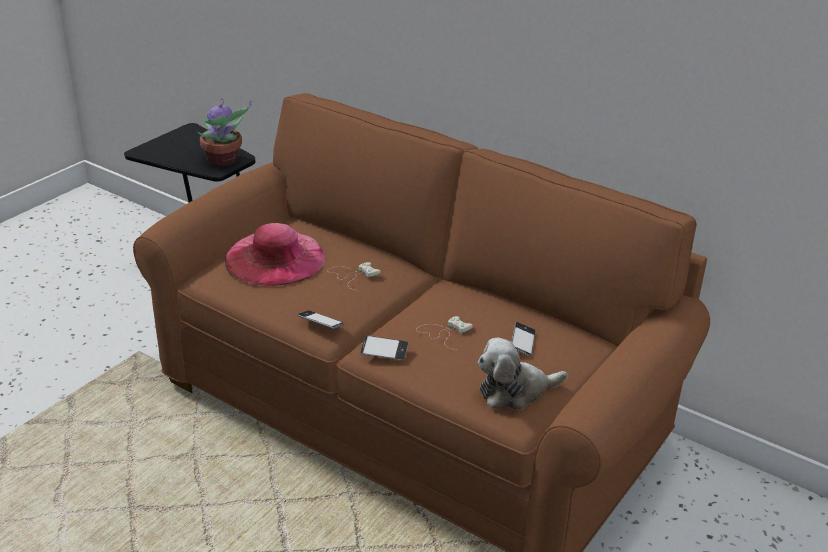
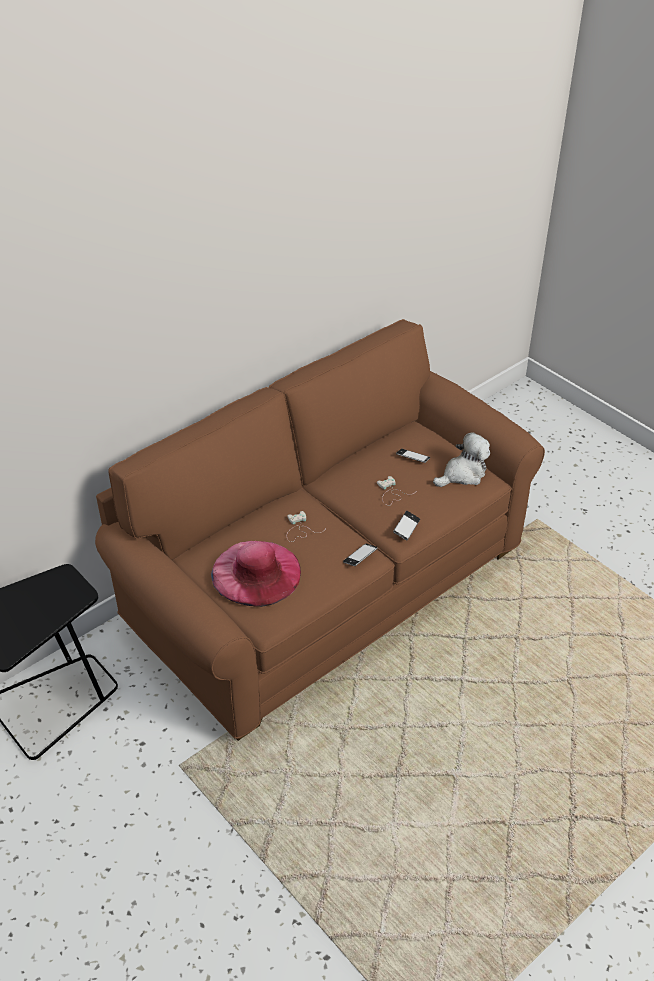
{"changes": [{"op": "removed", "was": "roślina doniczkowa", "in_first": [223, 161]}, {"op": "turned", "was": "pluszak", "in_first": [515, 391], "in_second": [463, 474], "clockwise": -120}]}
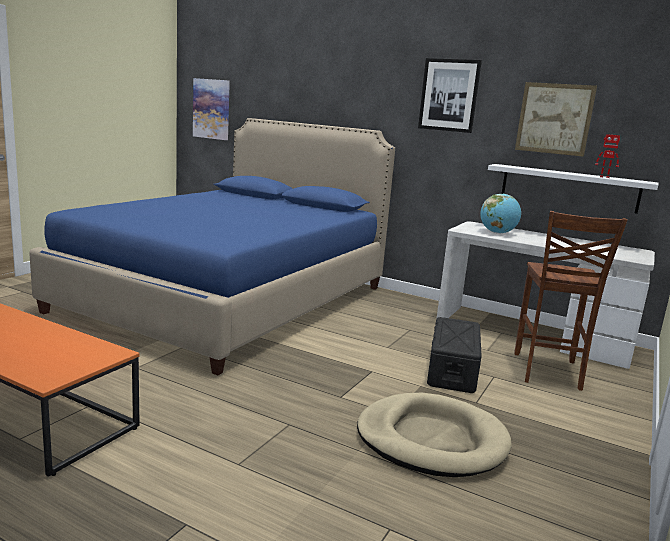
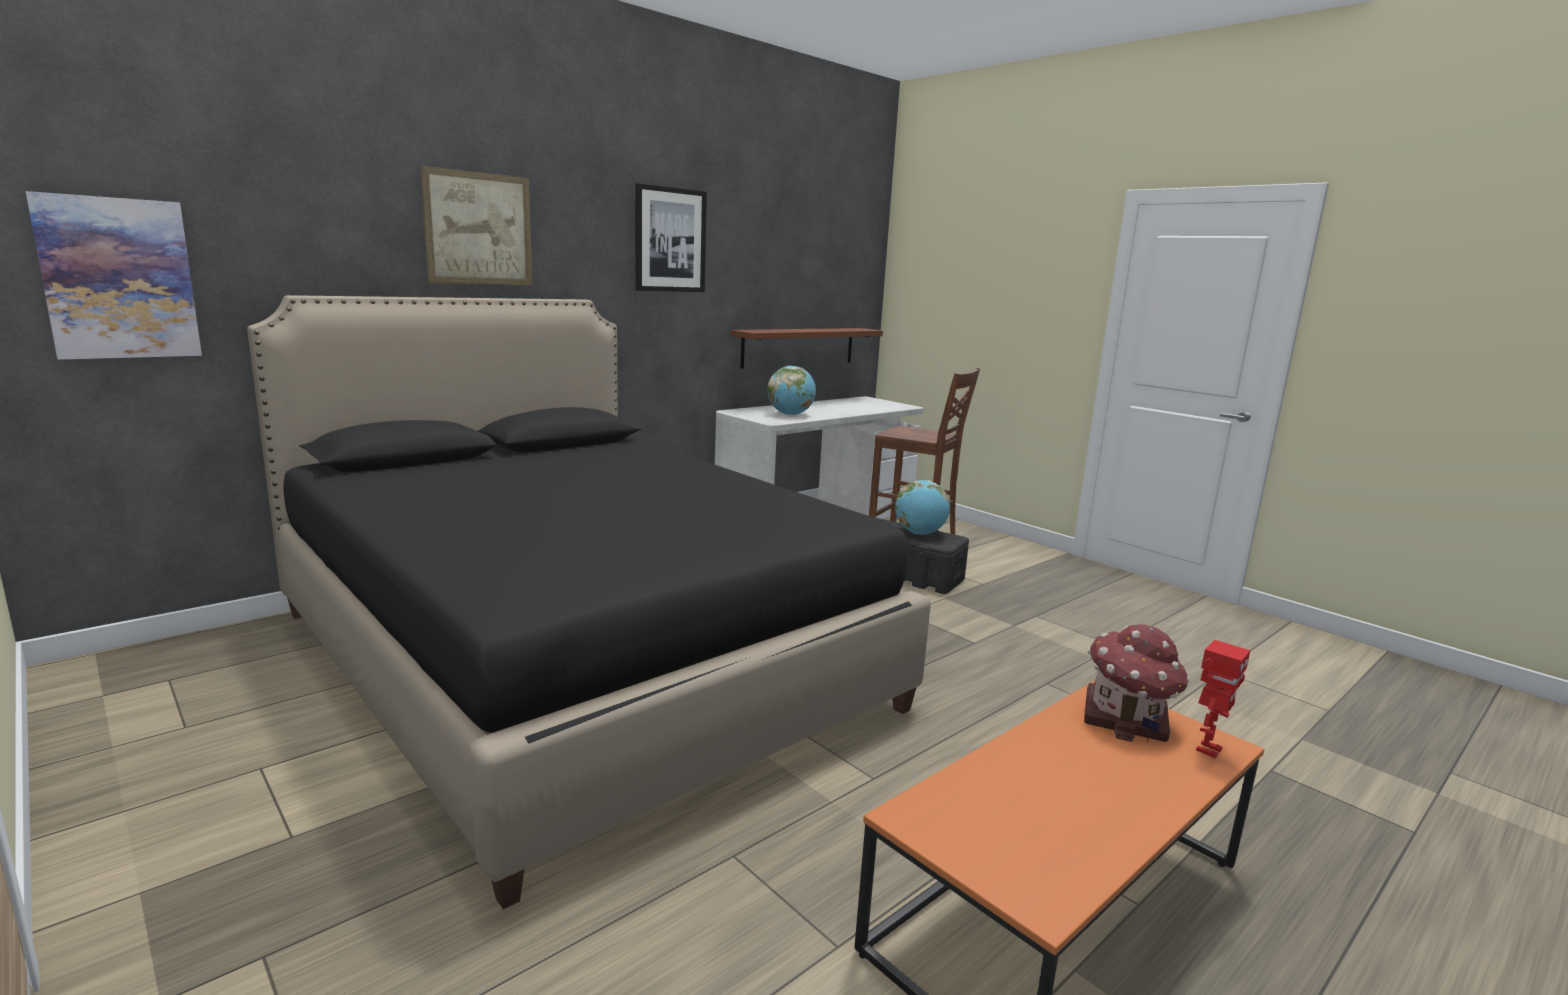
{"changes": [{"op": "recoloured", "was": "łóżko (niebieski)", "now": "łóżko (czarny)", "in_first": [229, 299], "in_second": [575, 659]}, {"op": "removed", "was": "legowisko (beżowy)", "in_first": [431, 440]}, {"op": "recoloured", "was": "półka (biały)", "now": "półka (brązowy)", "in_first": [569, 188], "in_second": [799, 347]}, {"op": "moved", "was": "obraz", "in_first": [554, 119], "in_second": [478, 229]}, {"op": "moved", "was": "robot zabawkowy", "in_first": [604, 177], "in_second": [1207, 749]}, {"op": "added", "now": "globus", "in_second": [920, 533]}, {"op": "added", "now": "domek", "in_second": [1127, 718]}]}
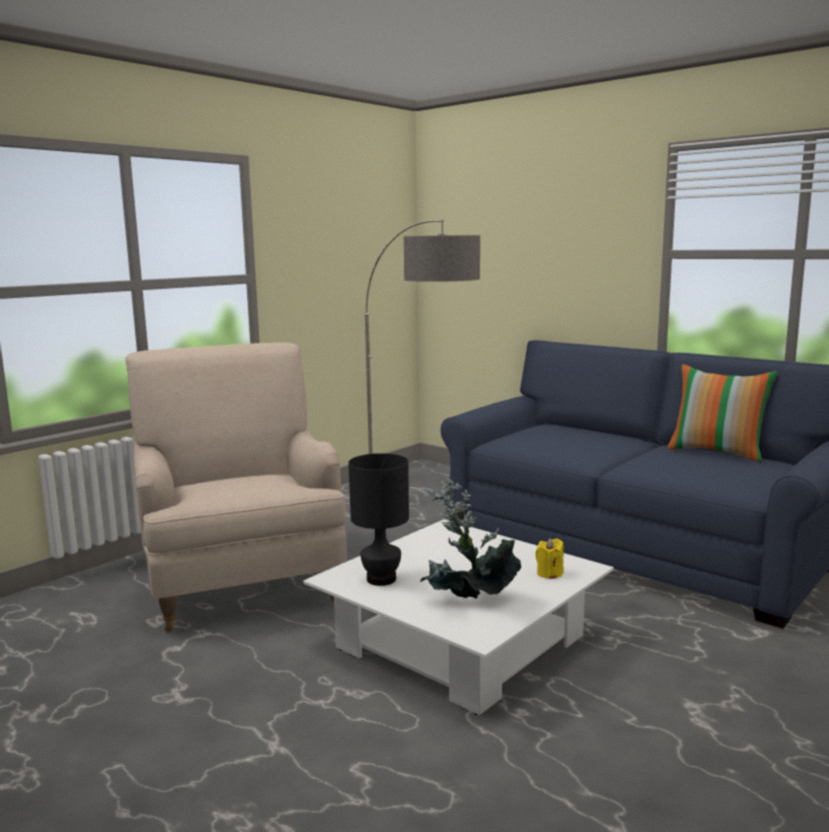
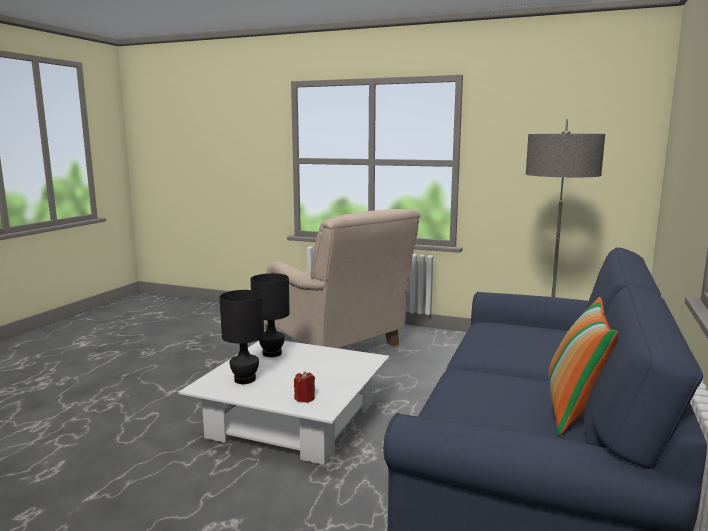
{"changes": [{"op": "turned", "was": "fotel (beżowy)", "in_first": [241, 582], "in_second": [337, 347], "clockwise": 90}, {"op": "replaced", "was": "roślina doniczkowa", "now": "lampa stołowa (czarny)", "in_first": [468, 603], "in_second": [245, 379]}, {"op": "recoloured", "was": "świeca (żółty)", "now": "świeca (czerwony)", "in_first": [549, 573], "in_second": [304, 398]}]}
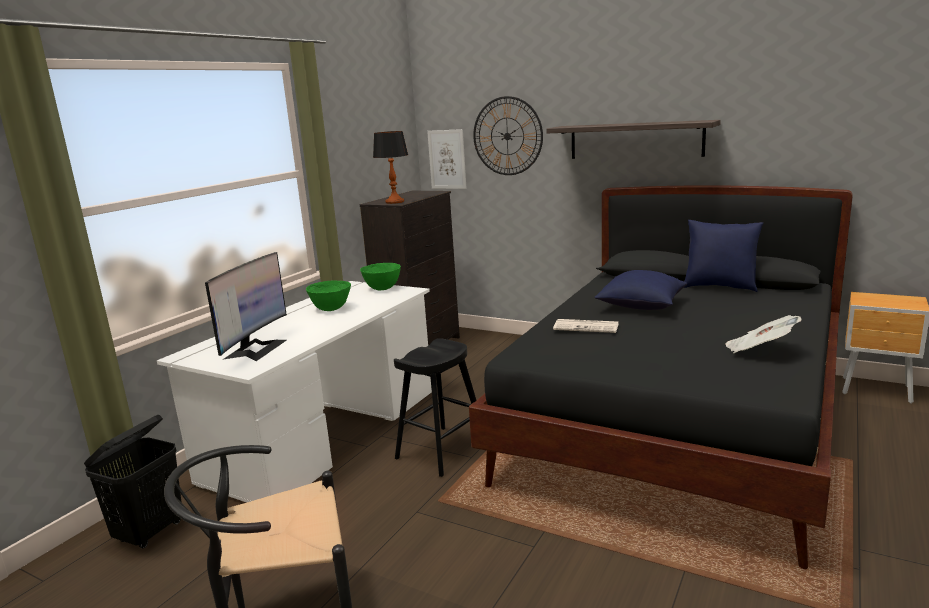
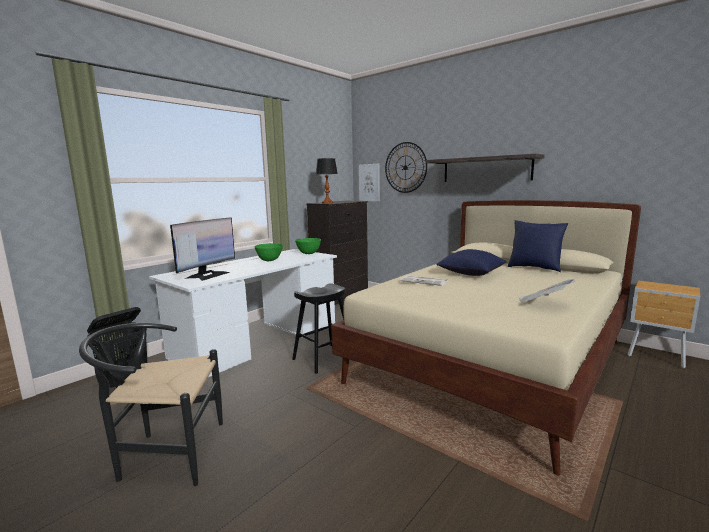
{"changes": [{"op": "recoloured", "was": "łóżko (czarny)", "now": "łóżko (beżowy)", "in_first": [677, 425], "in_second": [492, 361]}]}
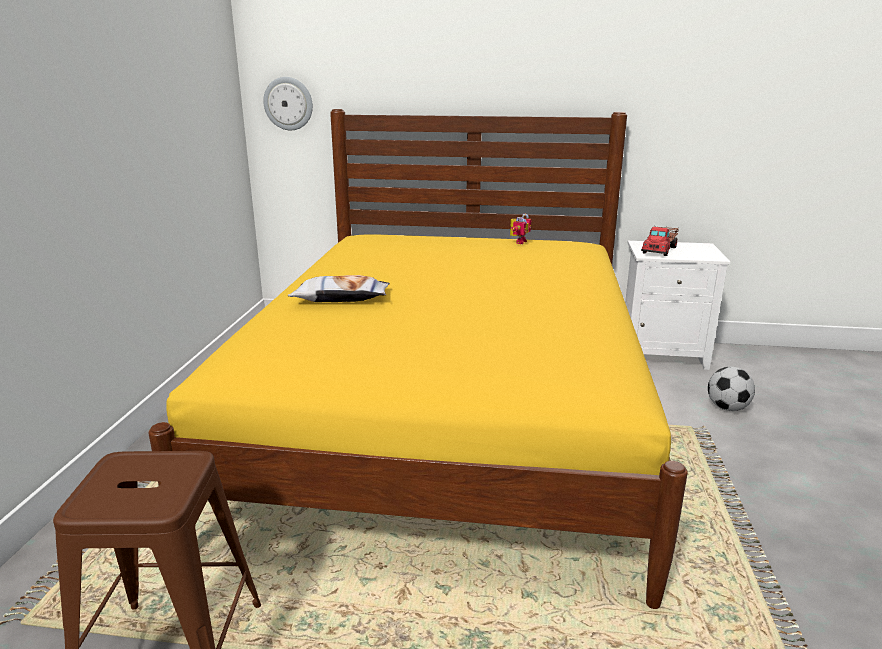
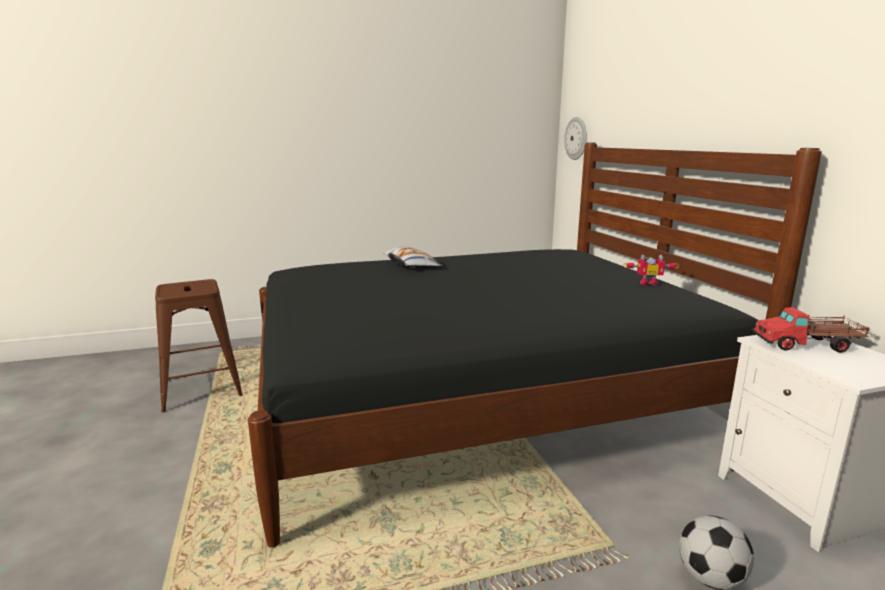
{"changes": [{"op": "recoloured", "was": "łóżko (żółty)", "now": "łóżko (czarny)", "in_first": [448, 419], "in_second": [478, 401]}]}
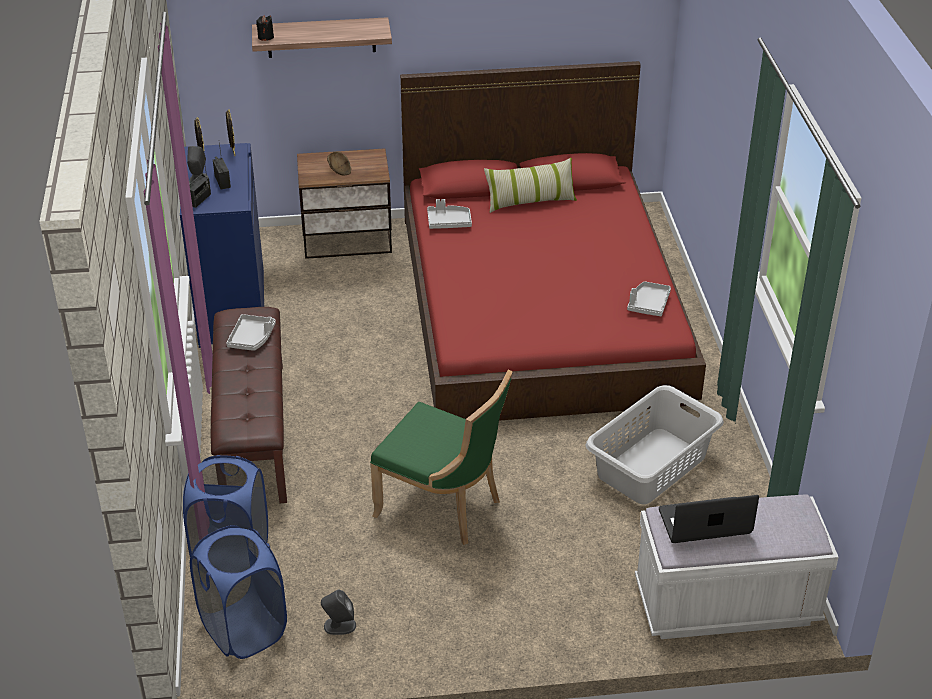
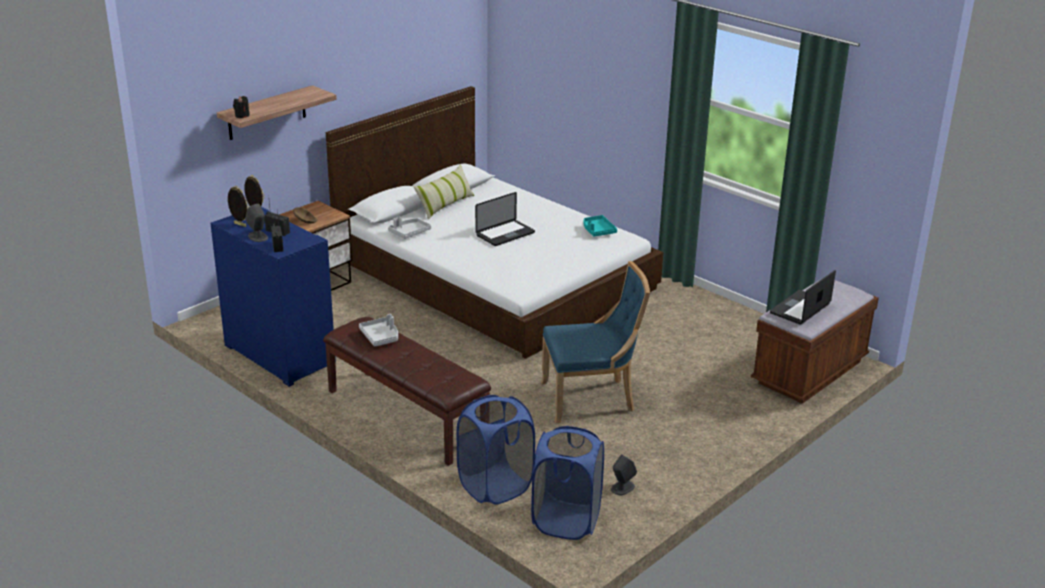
{"changes": [{"op": "recoloured", "was": "krzesło (zielony)", "now": "krzesło (niebieski)", "in_first": [443, 507], "in_second": [591, 399]}, {"op": "recoloured", "was": "łóżko (czerwony)", "now": "łóżko (biały)", "in_first": [541, 305], "in_second": [494, 274]}, {"op": "removed", "was": "kosz na pranie (szary)", "in_first": [650, 466]}, {"op": "recoloured", "was": "taca (szary)", "now": "taca (turkusowy)", "in_first": [648, 304], "in_second": [598, 231]}, {"op": "recoloured", "was": "ławka (biały)", "now": "ławka (brązowy)", "in_first": [726, 605], "in_second": [809, 372]}, {"op": "added", "now": "laptop", "in_second": [505, 234]}]}
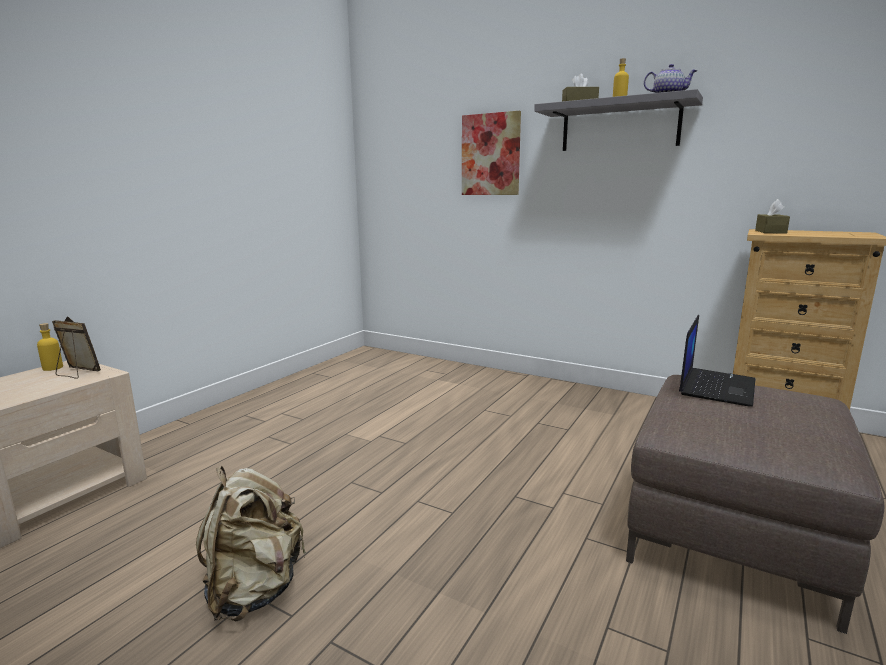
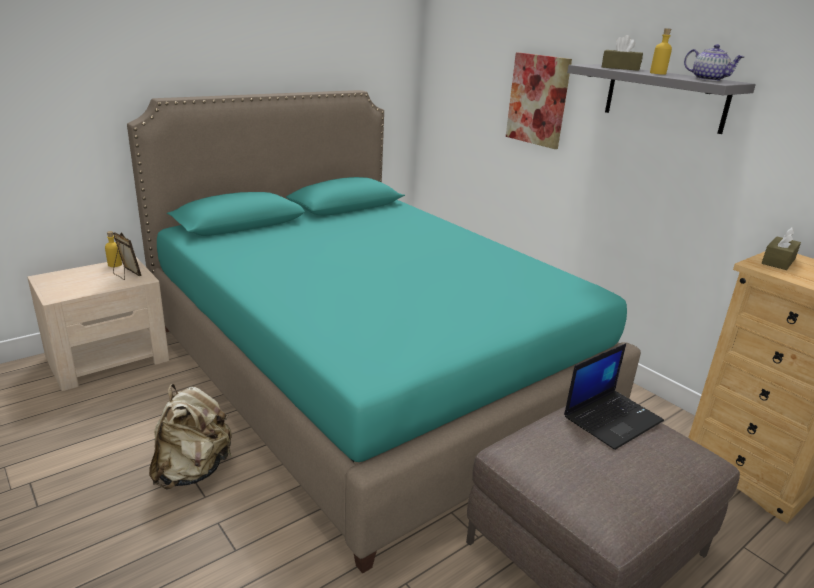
{"changes": [{"op": "added", "now": "łóżko (turkusowy)", "in_second": [366, 373]}]}
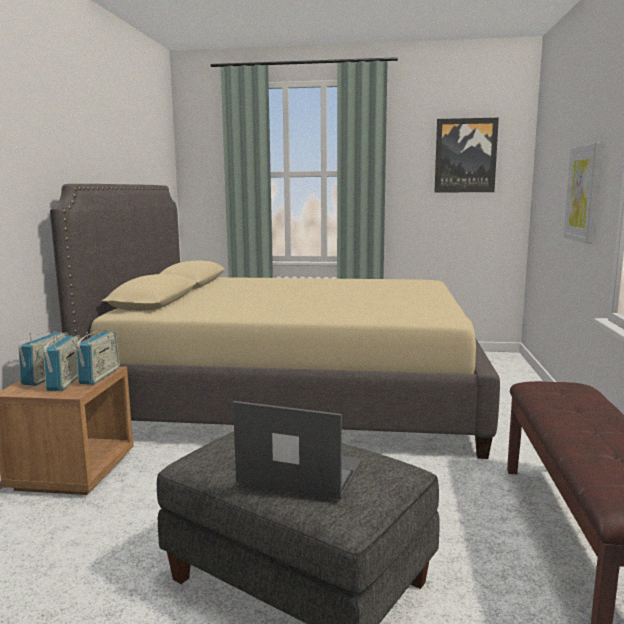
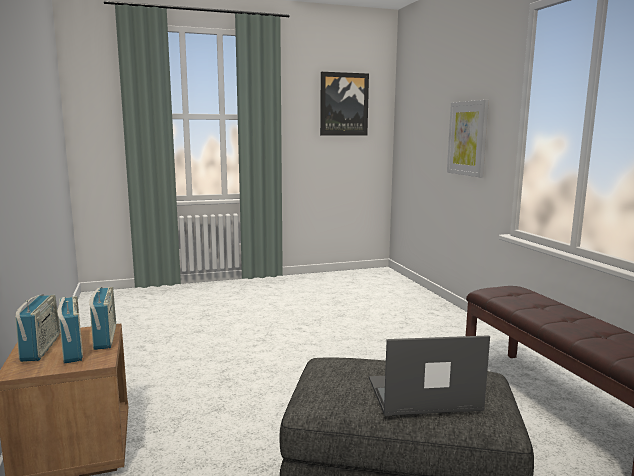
{"changes": [{"op": "removed", "was": "łóżko (beżowy)", "in_first": [295, 397]}]}
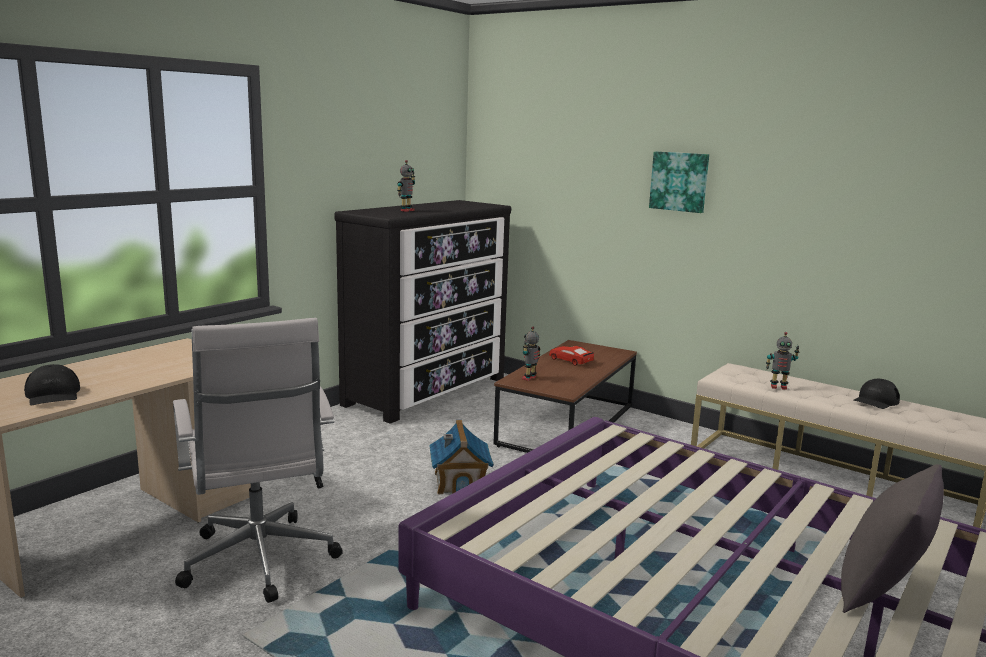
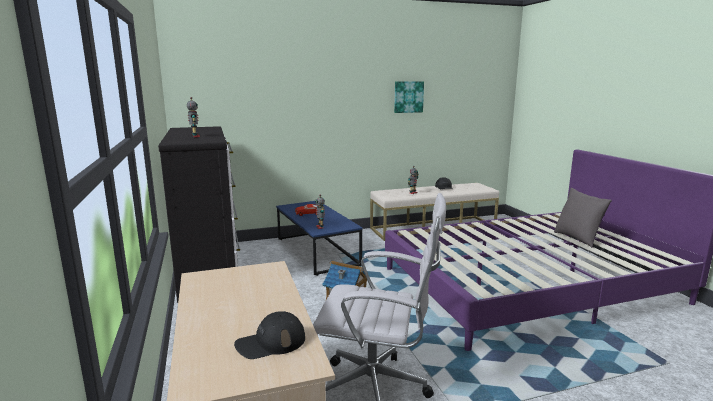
{"changes": [{"op": "turned", "was": "czapka z daszkiem (czarny)", "in_first": [53, 395], "in_second": [270, 342], "clockwise": 150}, {"op": "recoloured", "was": "ława (brązowy)", "now": "ława (niebieski)", "in_first": [567, 425], "in_second": [316, 252]}, {"op": "moved", "was": "obraz", "in_first": [679, 181], "in_second": [408, 97]}]}
